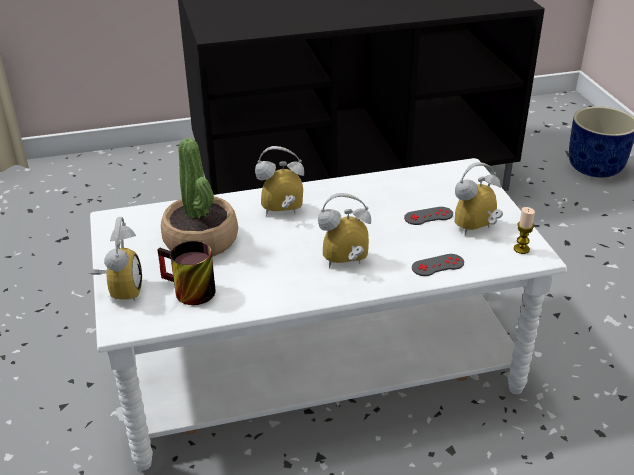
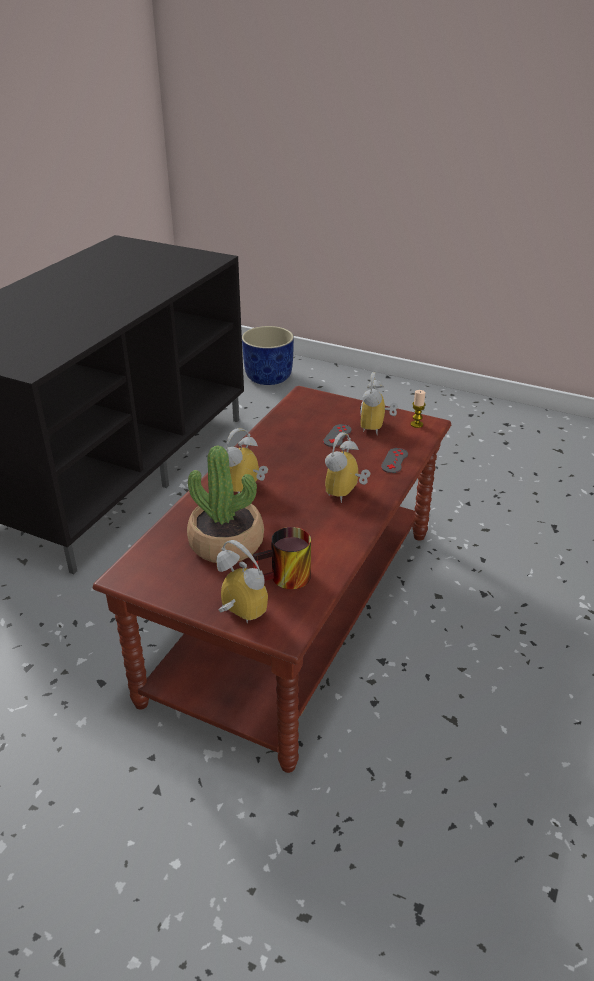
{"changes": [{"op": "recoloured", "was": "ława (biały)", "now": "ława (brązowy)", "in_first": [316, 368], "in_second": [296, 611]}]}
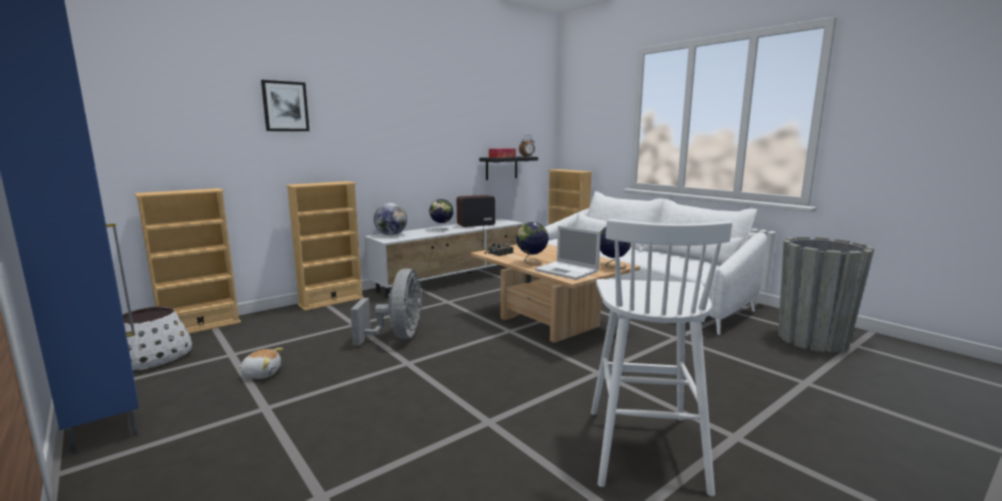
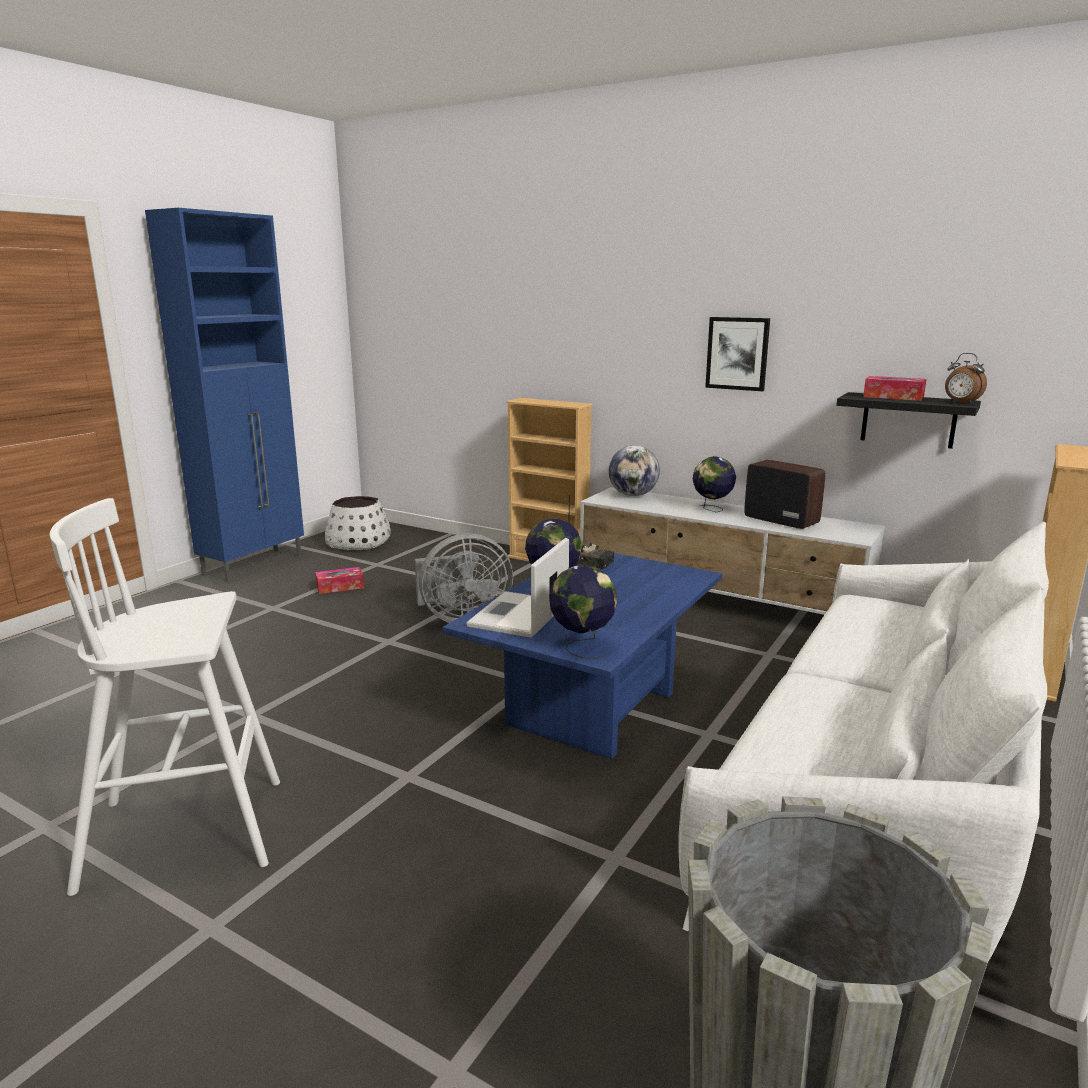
{"changes": [{"op": "removed", "was": "regał (beżowy)", "in_first": [200, 327]}, {"op": "replaced", "was": "pluszak", "now": "pudełko chusteczek", "in_first": [262, 373], "in_second": [340, 587]}, {"op": "moved", "was": "obraz", "in_first": [285, 106], "in_second": [737, 353]}, {"op": "recoloured", "was": "ława (beżowy)", "now": "ława (niebieski)", "in_first": [549, 322], "in_second": [591, 708]}]}
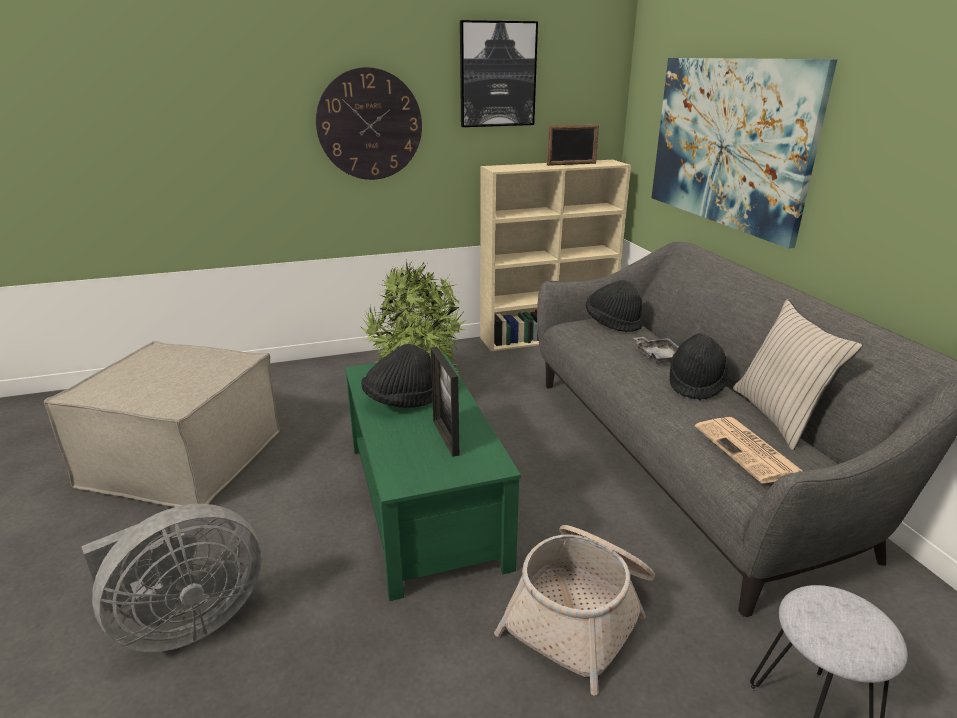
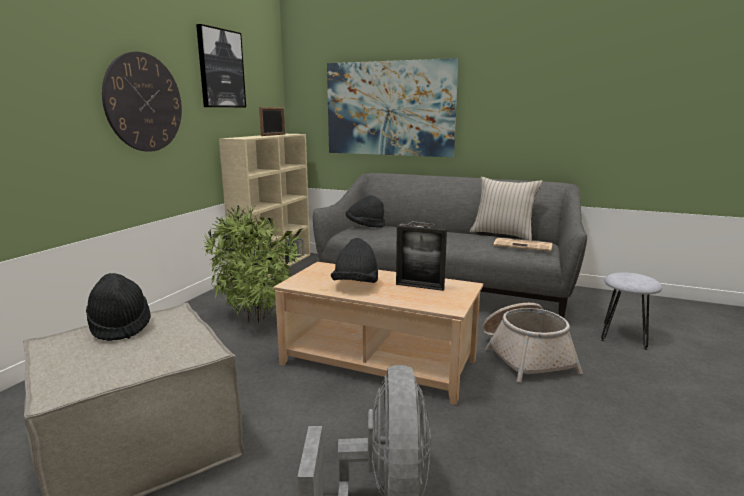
{"changes": [{"op": "recoloured", "was": "ława (zielony)", "now": "ława (beżowy)", "in_first": [426, 503], "in_second": [379, 361]}, {"op": "moved", "was": "kapelusz (czarny)", "in_first": [695, 384], "in_second": [120, 326]}]}
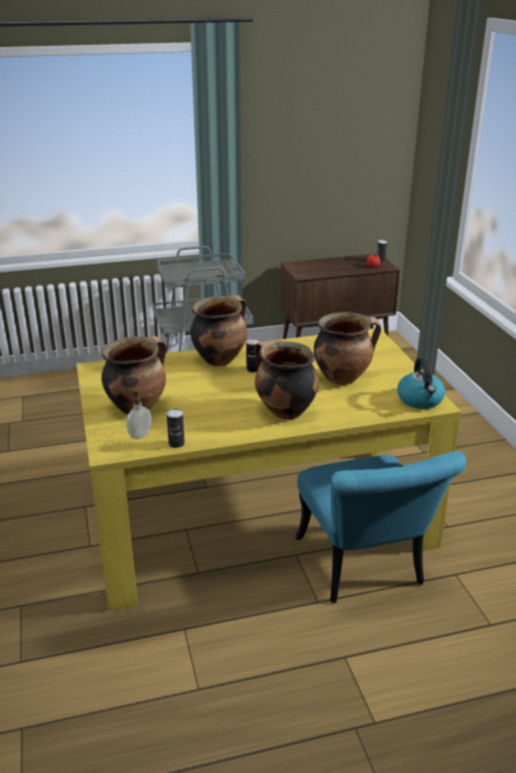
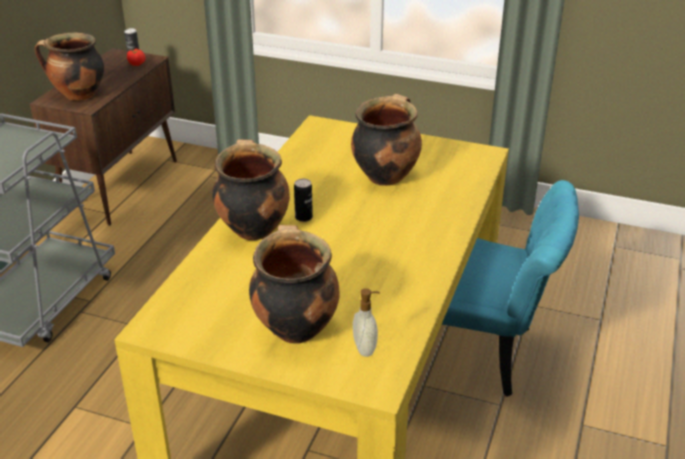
{"changes": [{"op": "removed", "was": "puszka", "in_first": [176, 444]}, {"op": "moved", "was": "garnek", "in_first": [284, 411], "in_second": [78, 96]}, {"op": "removed", "was": "czajnik", "in_first": [420, 400]}]}
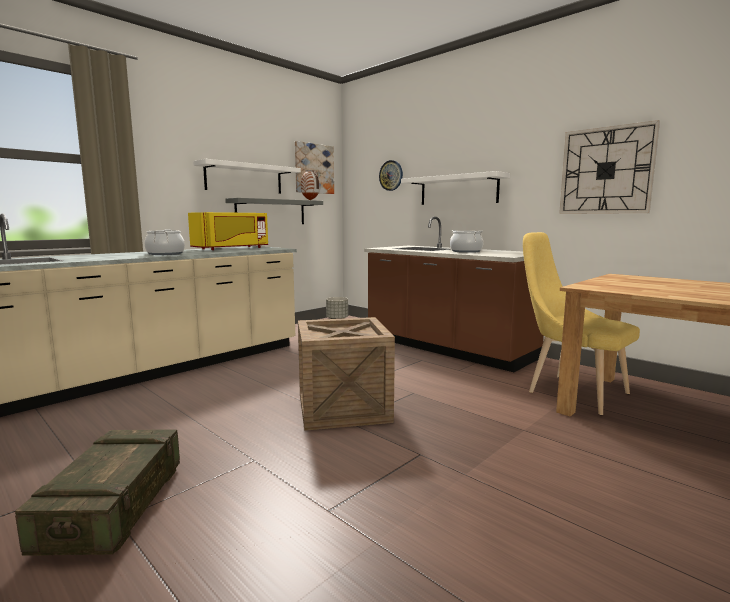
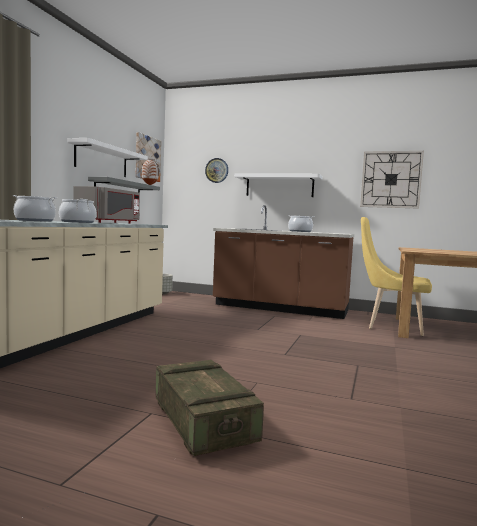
{"changes": [{"op": "recoloured", "was": "mikrofalówka (żółty)", "now": "mikrofalówka (szary)", "in_first": [232, 248], "in_second": [109, 222]}, {"op": "removed", "was": "skrzynka", "in_first": [343, 408]}, {"op": "added", "now": "garnek", "in_second": [35, 220]}]}
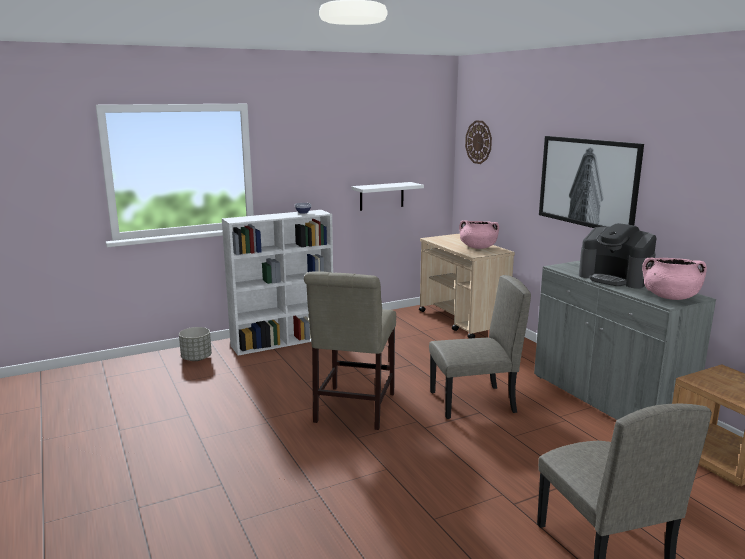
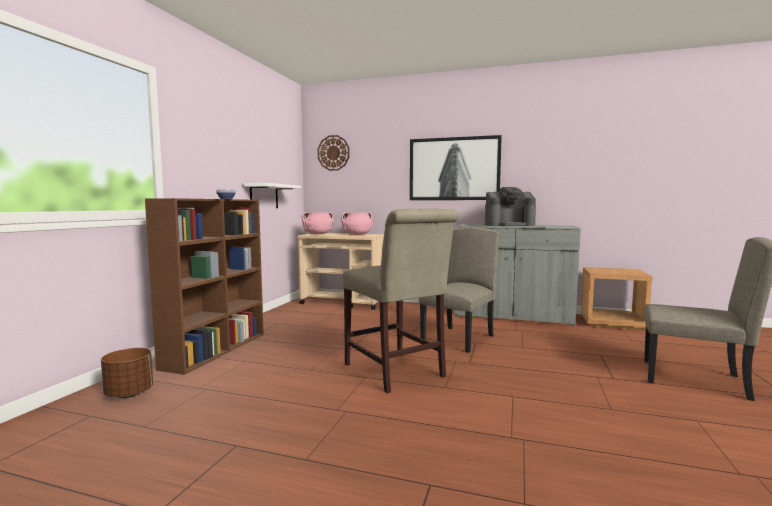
{"changes": [{"op": "recoloured", "was": "donica (szary)", "now": "donica (brązowy)", "in_first": [196, 358], "in_second": [129, 393]}, {"op": "recoloured", "was": "regał (biały)", "now": "regał (brązowy)", "in_first": [284, 341], "in_second": [216, 349]}, {"op": "moved", "was": "garnek (różowy)", "in_first": [670, 297], "in_second": [318, 234]}]}
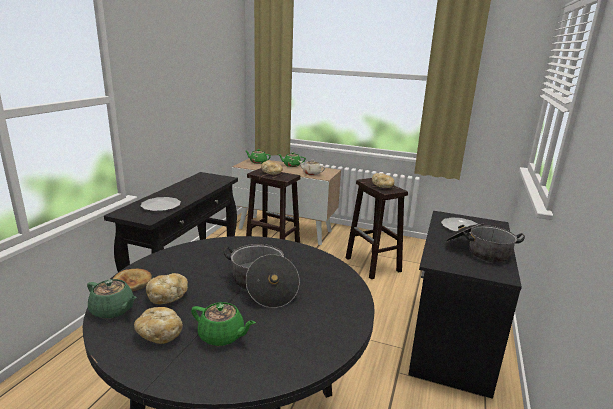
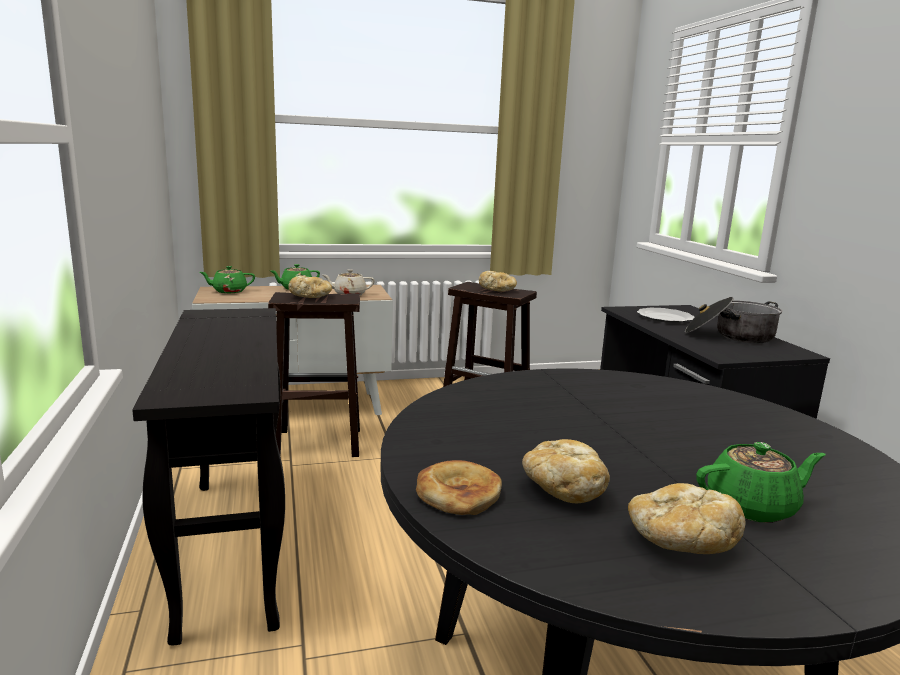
{"changes": [{"op": "removed", "was": "imbryk (zielony)", "in_first": [113, 310]}, {"op": "removed", "was": "talerz", "in_first": [161, 205]}, {"op": "removed", "was": "garnek", "in_first": [262, 286]}]}
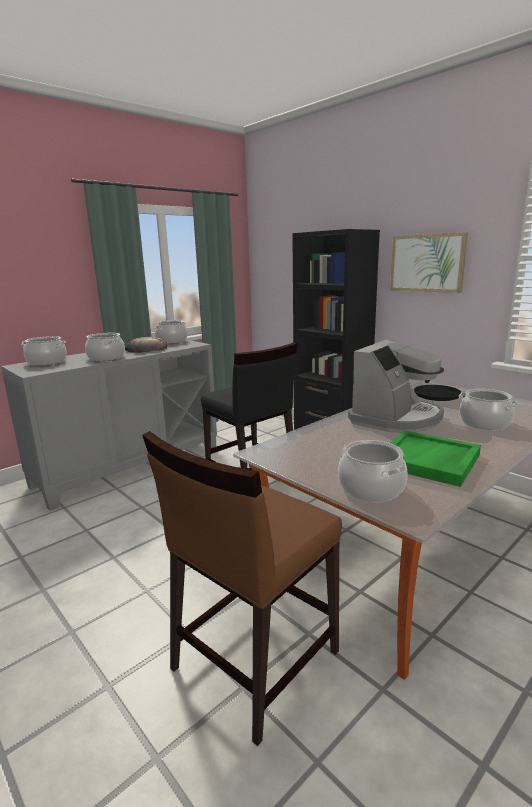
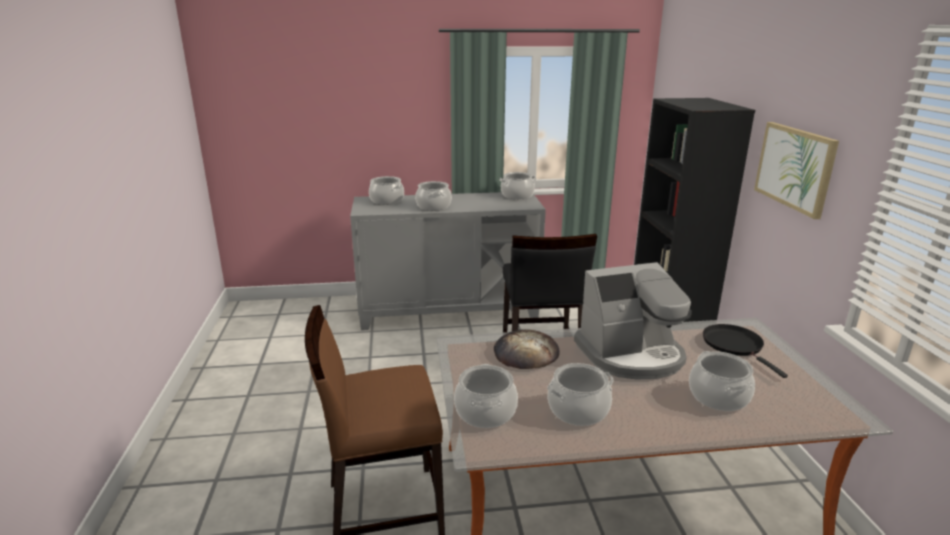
{"changes": [{"op": "moved", "was": "chleb", "in_first": [146, 349], "in_second": [525, 353]}, {"op": "replaced", "was": "taca (zielony)", "now": "garnek", "in_first": [429, 461], "in_second": [578, 410]}]}
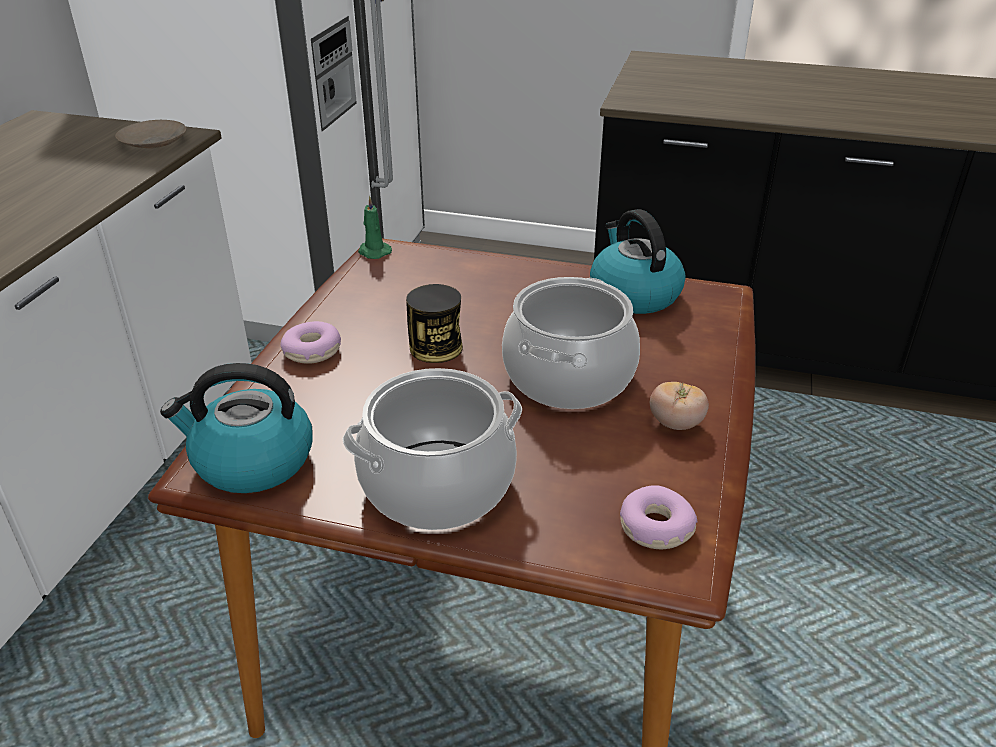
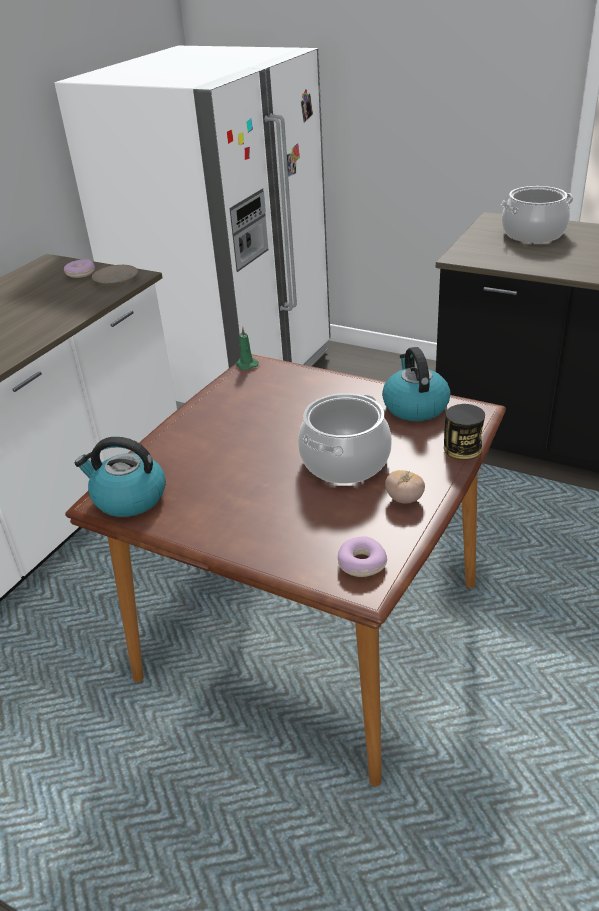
{"changes": [{"op": "moved", "was": "donut", "in_first": [312, 351], "in_second": [81, 273]}, {"op": "moved", "was": "garnek", "in_first": [437, 485], "in_second": [533, 234]}, {"op": "moved", "was": "puszka", "in_first": [436, 348], "in_second": [462, 448]}]}
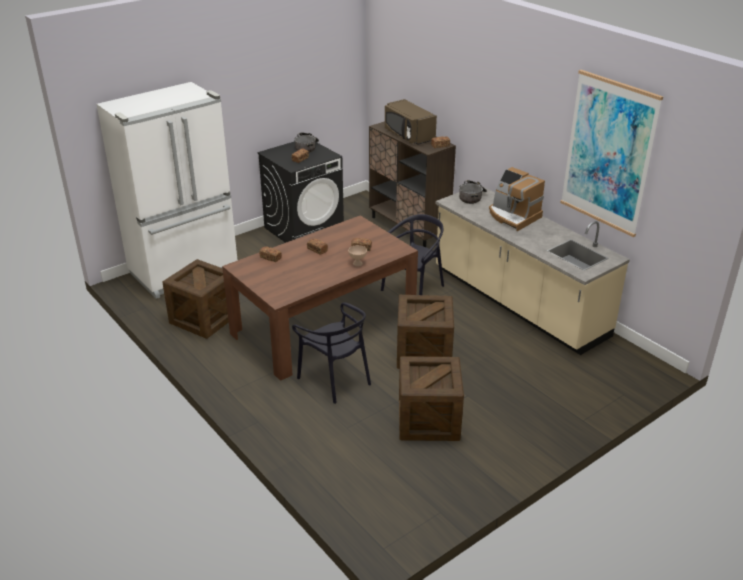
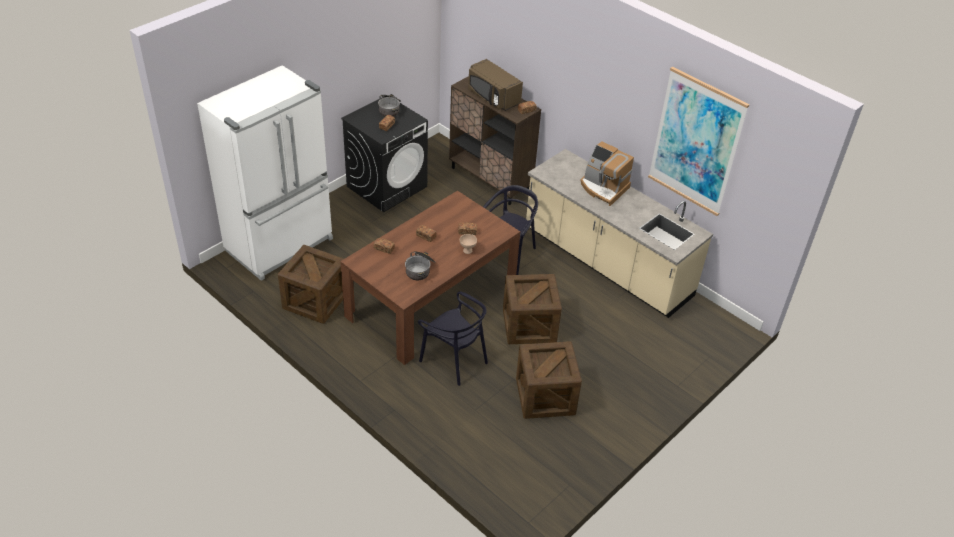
{"changes": [{"op": "moved", "was": "garnek", "in_first": [472, 197], "in_second": [420, 269]}]}
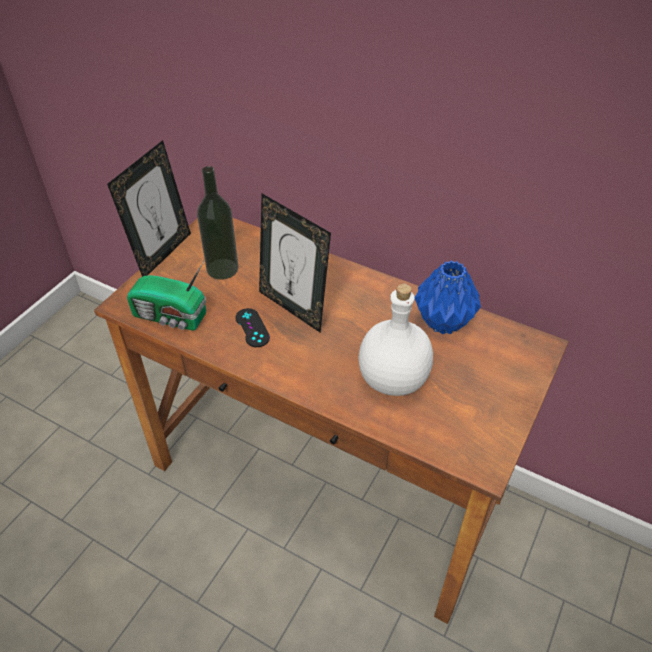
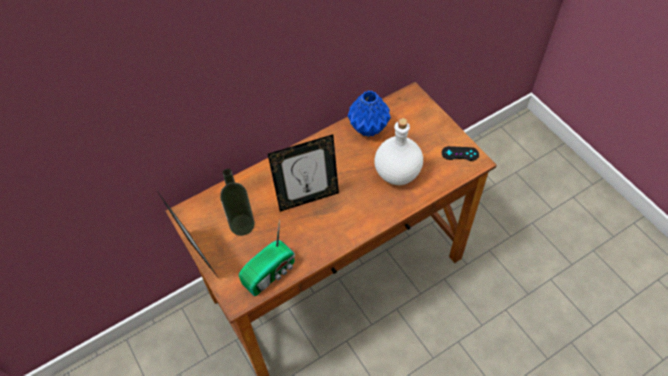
{"changes": [{"op": "moved", "was": "pad do gier (czarny)", "in_first": [252, 328], "in_second": [460, 153]}]}
